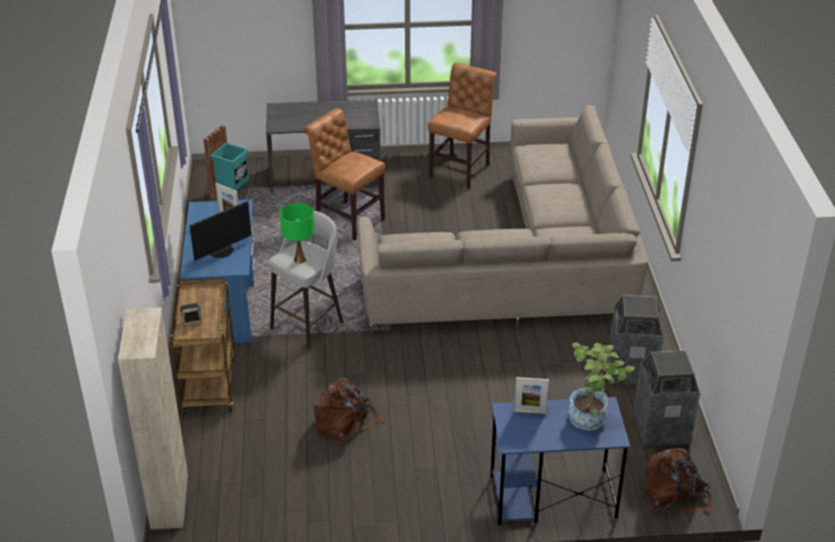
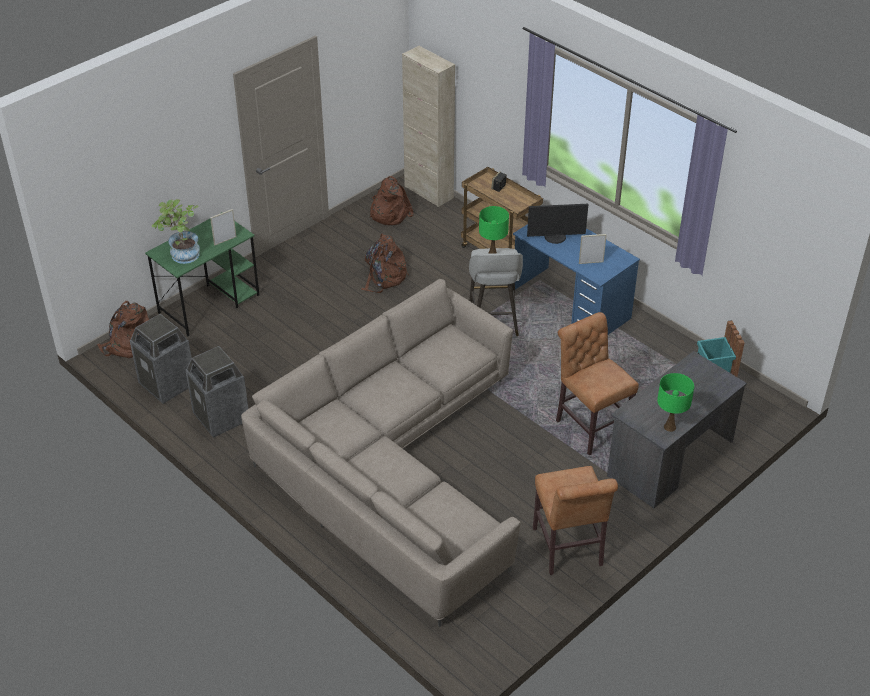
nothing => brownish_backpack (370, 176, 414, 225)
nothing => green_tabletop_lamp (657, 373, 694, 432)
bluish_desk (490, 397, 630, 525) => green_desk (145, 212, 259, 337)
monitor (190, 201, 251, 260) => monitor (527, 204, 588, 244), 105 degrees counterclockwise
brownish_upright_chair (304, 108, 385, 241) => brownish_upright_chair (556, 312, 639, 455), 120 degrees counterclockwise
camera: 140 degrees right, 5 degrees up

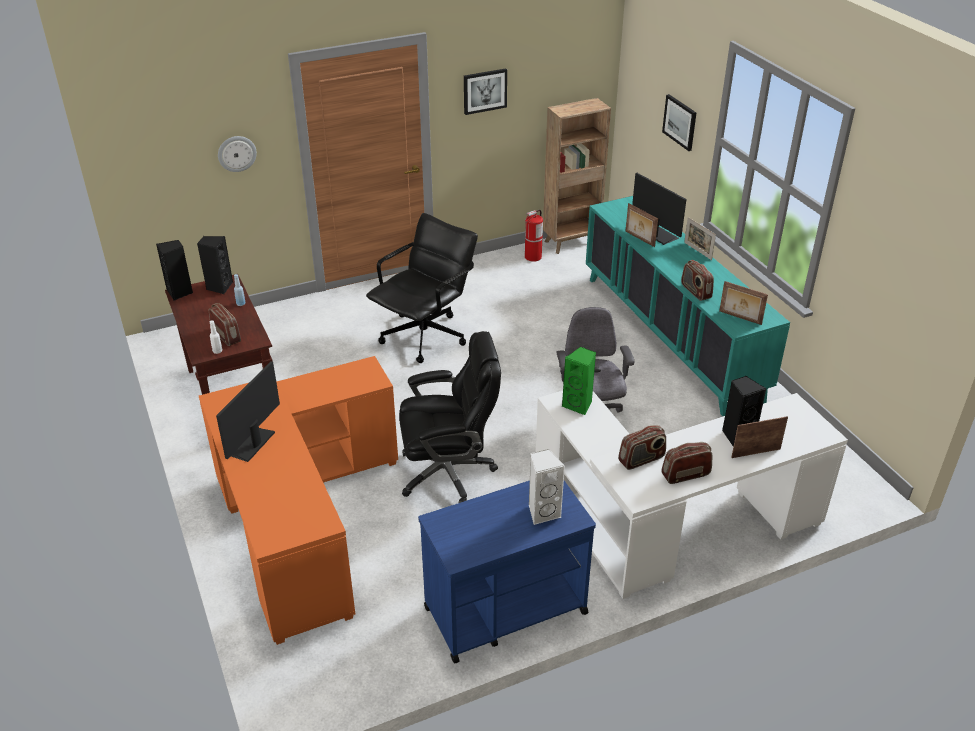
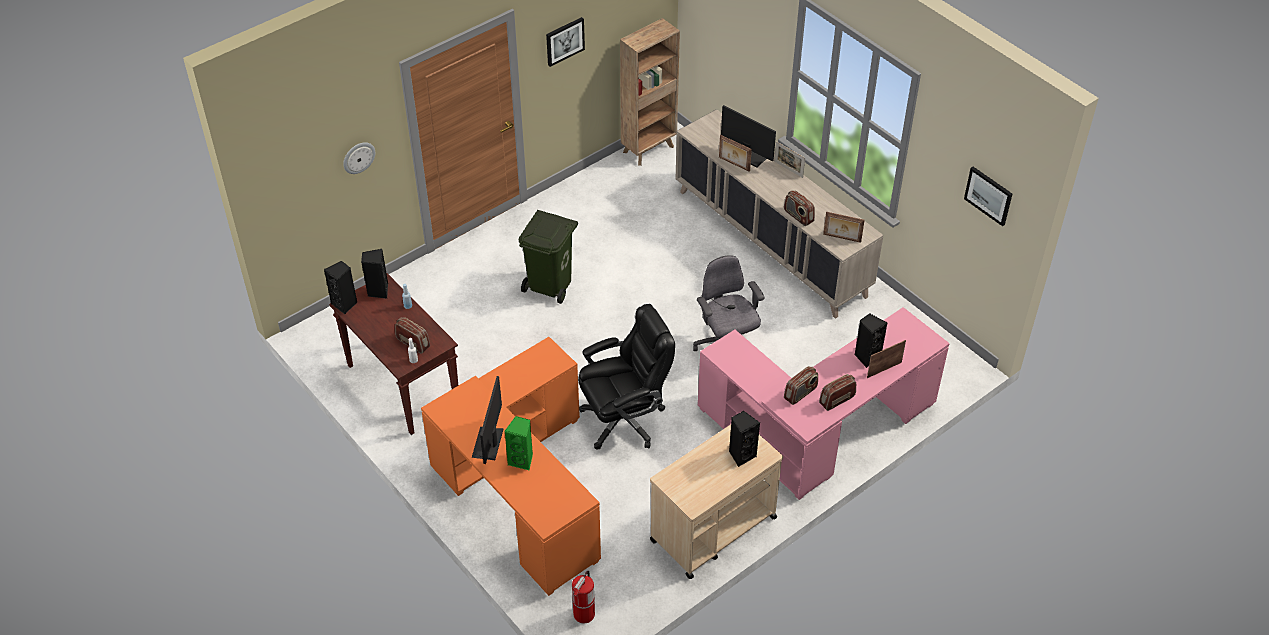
extinguisher (525, 210, 543, 262) => extinguisher (572, 571, 595, 624), relocated
green_loudspeaker (562, 347, 596, 415) => green_loudspeaker (504, 416, 533, 470), relocated
picture (662, 94, 696, 151) => picture (964, 167, 1012, 226), relocated
blackish_computer_chair (366, 213, 478, 363) => green_trash_can (519, 210, 578, 304)
bluish_wheeled_cart (418, 481, 596, 663) => beige_wheeled_cart (650, 425, 783, 579)
white-coloured_loudspeaker (529, 449, 565, 525) => blackish_loudspeaker (729, 411, 760, 467)
white-coloured_desk (536, 391, 848, 599) => pink_desk (698, 307, 950, 500)
turquoise-coloured_storage_cabinet (586, 196, 790, 416) => beige_storage_cabinet (676, 109, 883, 319)
camera: 15 degrees left, 10 degrees up

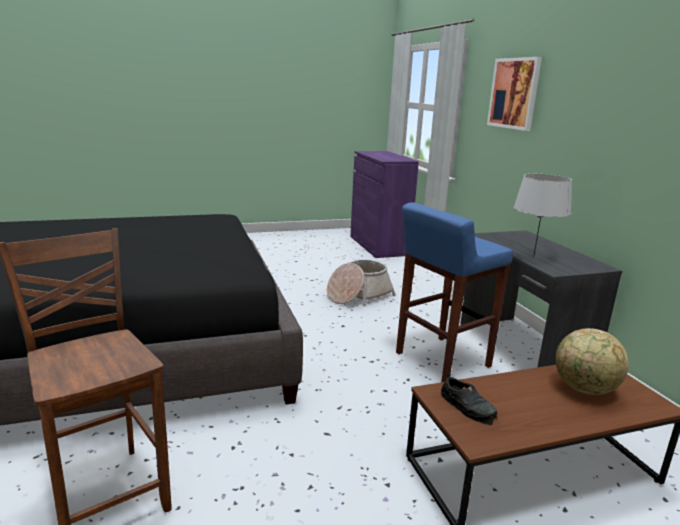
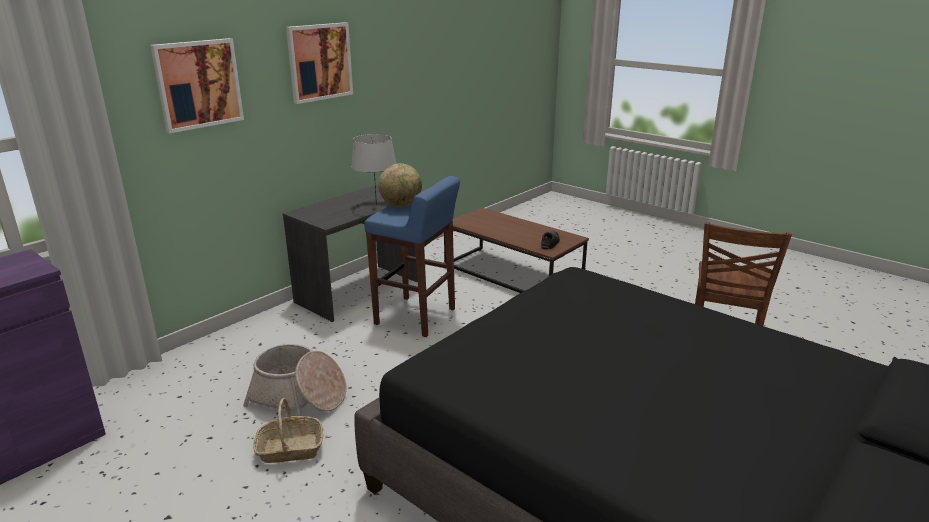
nothing => basket (253, 398, 323, 463)
nothing => picture (286, 22, 353, 104)
world_globe (555, 328, 629, 395) => world_globe (378, 163, 422, 207), relocated
camera: 120 degrees left, 5 degrees up

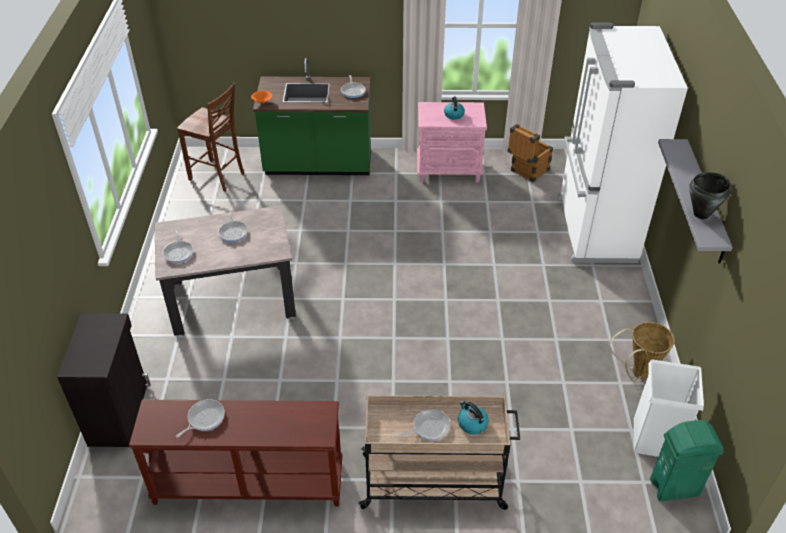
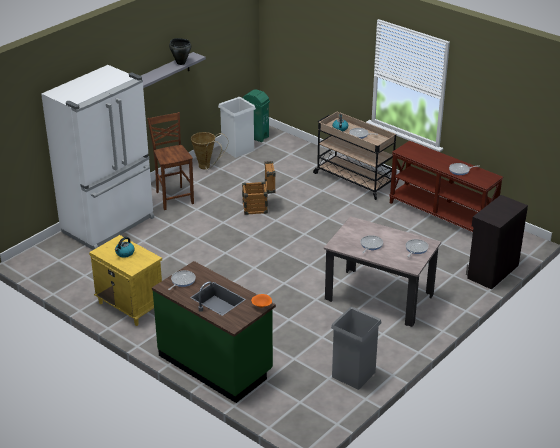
nothing => gray_trash_can (331, 306, 382, 390)
brownish_upright_chair (177, 83, 244, 192) => brownish_upright_chair (147, 112, 194, 210), relocated
packing_crate (508, 124, 553, 182) => packing_crate (242, 161, 276, 215), relocated
pink_night_table (417, 102, 487, 183) => yellow-coloured_night_table (89, 235, 162, 326)
camera: 140 degrees left, 10 degrees down

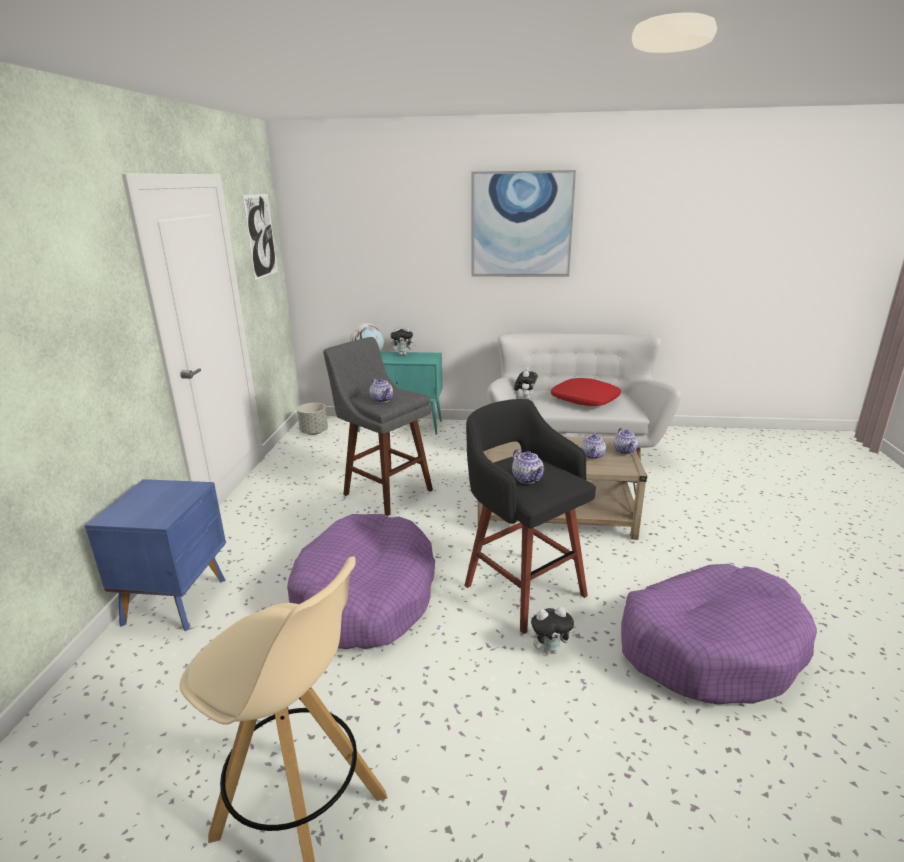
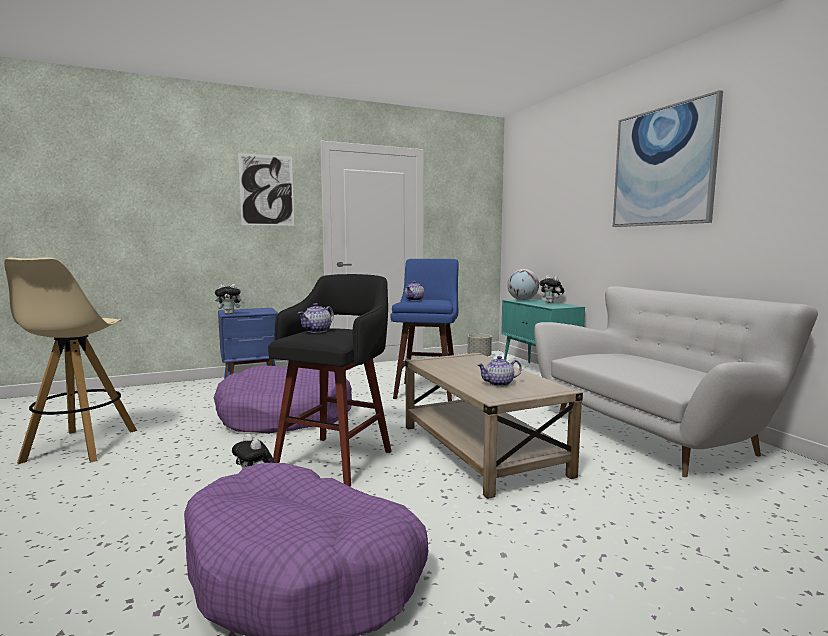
red-coloured_throw_pillow (551, 378, 621, 406) => nothing
teapot (613, 428, 638, 454) => nothing
picture (243, 194, 278, 280) => picture (238, 153, 294, 226), relocated
cuddly_toy (514, 367, 538, 399) => cuddly_toy (215, 284, 245, 314), relocated
gray_sitting_stool (323, 337, 433, 516) => bluish_sitting_stool (391, 259, 458, 401)
camera: 60 degrees right, 15 degrees down

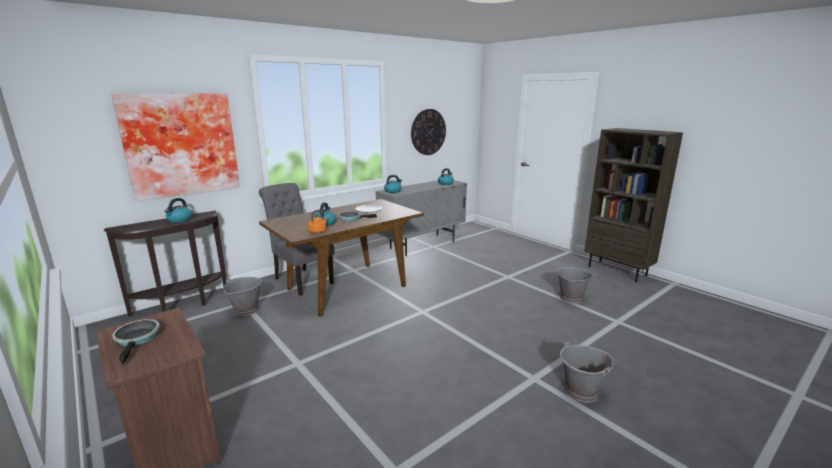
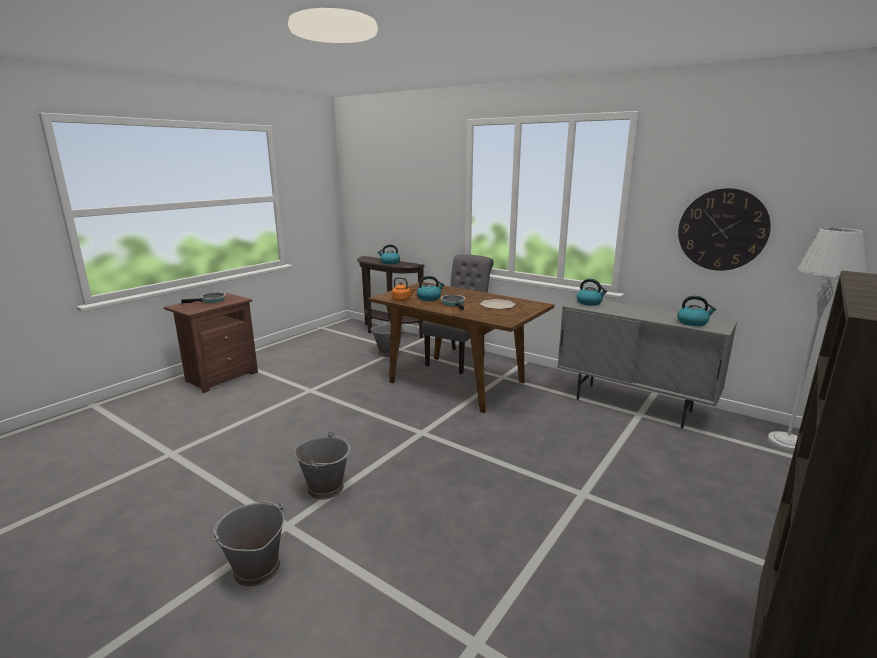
picture (112, 93, 240, 201) => nothing
nothing => gray_standard_lamp (768, 227, 866, 452)
gray_bucket (556, 267, 595, 303) => gray_bucket (294, 432, 351, 500), relocated
camera: 75 degrees right, 0 degrees up

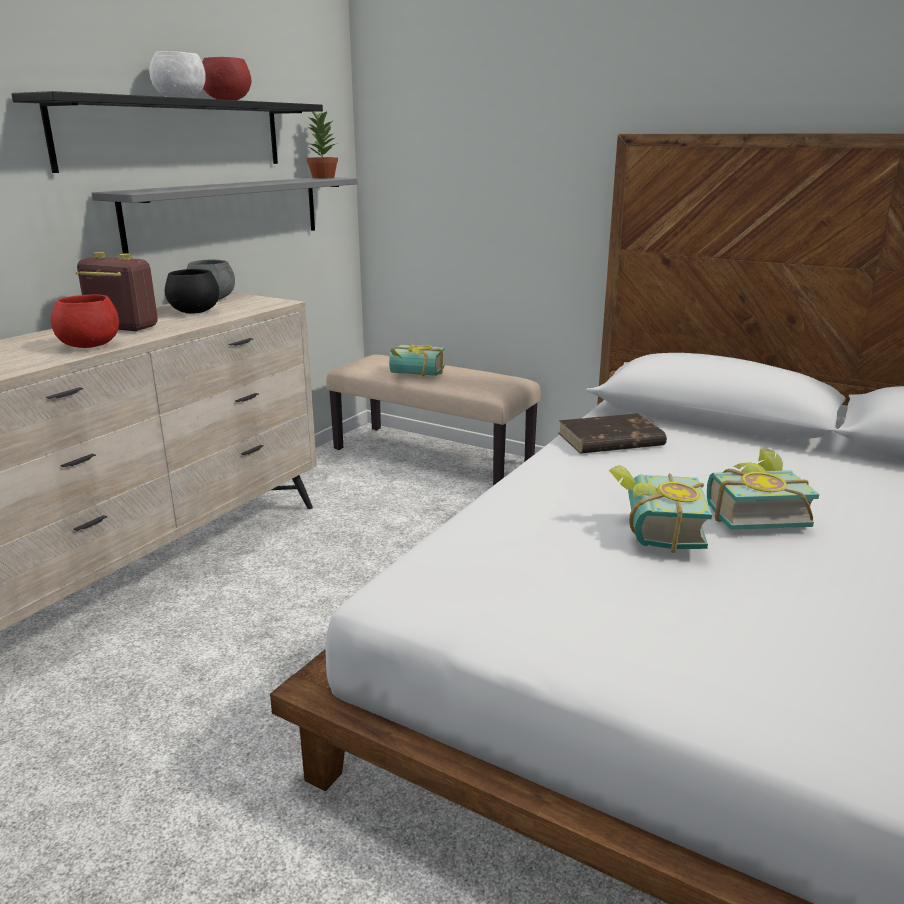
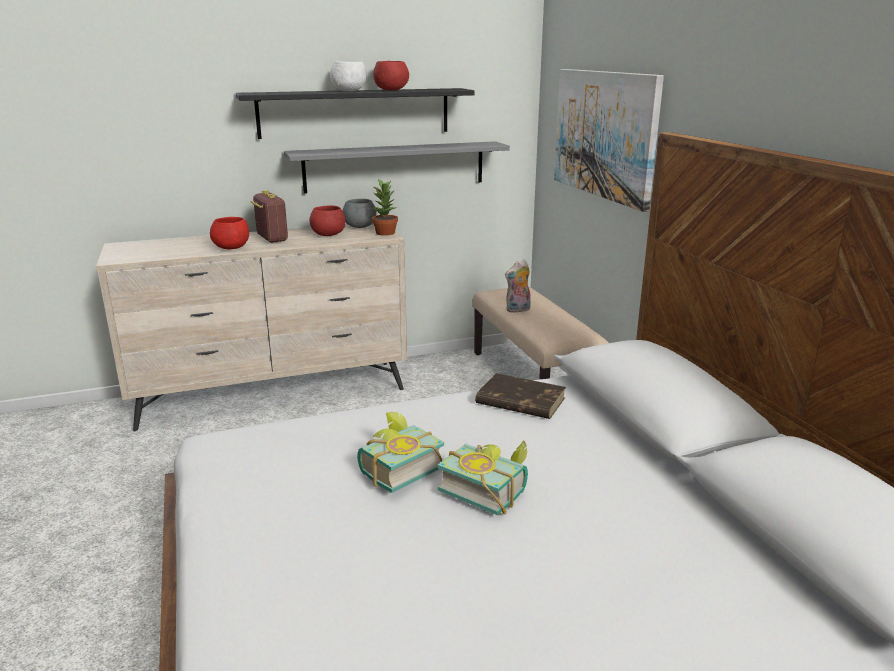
nothing => picture (554, 69, 664, 212)
plant_in_a_pot (307, 111, 338, 178) => plant_in_a_pot (372, 179, 398, 236), relocated
bound_book (389, 344, 445, 376) => cuddly_toy (505, 260, 531, 313)
blackish_serving_bowl (165, 269, 219, 314) => red-coloured_serving_bowl (309, 205, 345, 236)
camera: 40 degrees right, 0 degrees up

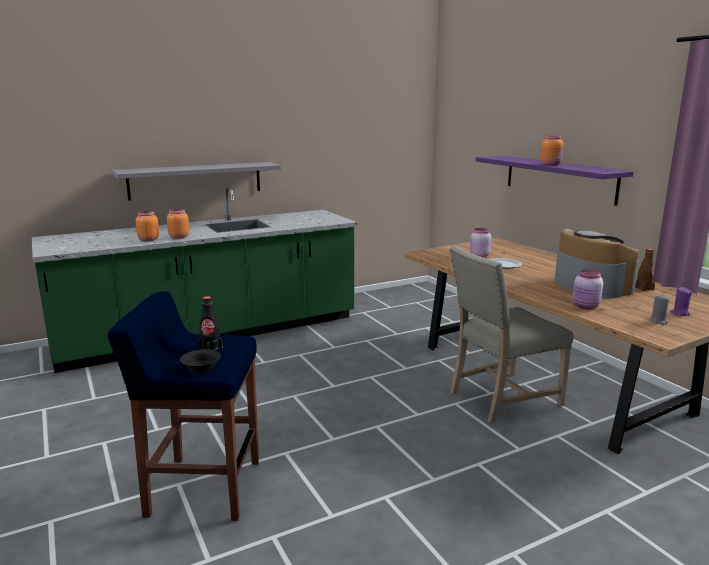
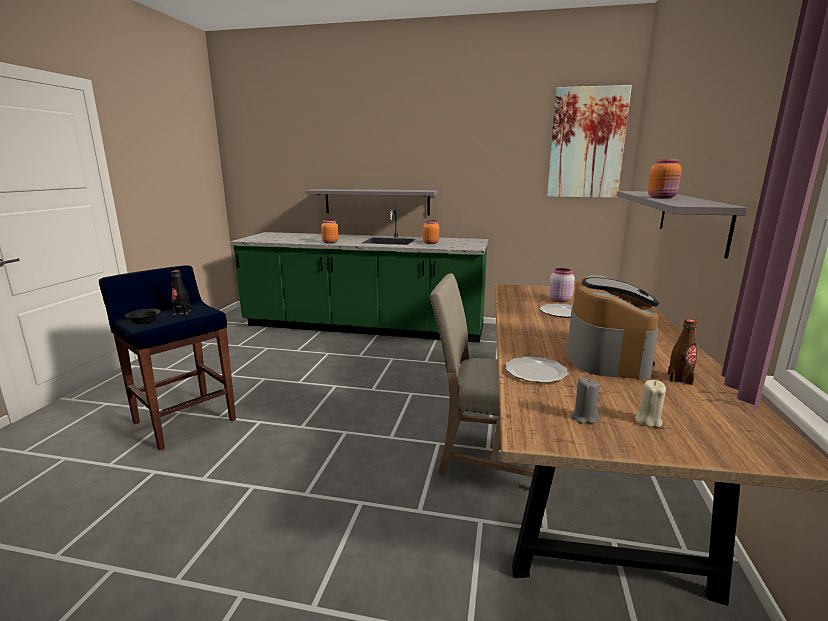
nothing => picture (547, 85, 632, 198)
orangey_storage_jar (136, 211, 159, 242) => orangey_storage_jar (423, 220, 439, 244), relocated
pink_storage_jar (573, 270, 603, 309) => plate (506, 357, 568, 383)
purple_shelf (476, 156, 634, 206) => gray_shelf (616, 191, 747, 259)
purple_candle (670, 287, 692, 316) => beige_candle (635, 380, 666, 427)
camera: 40 degrees right, 0 degrees up

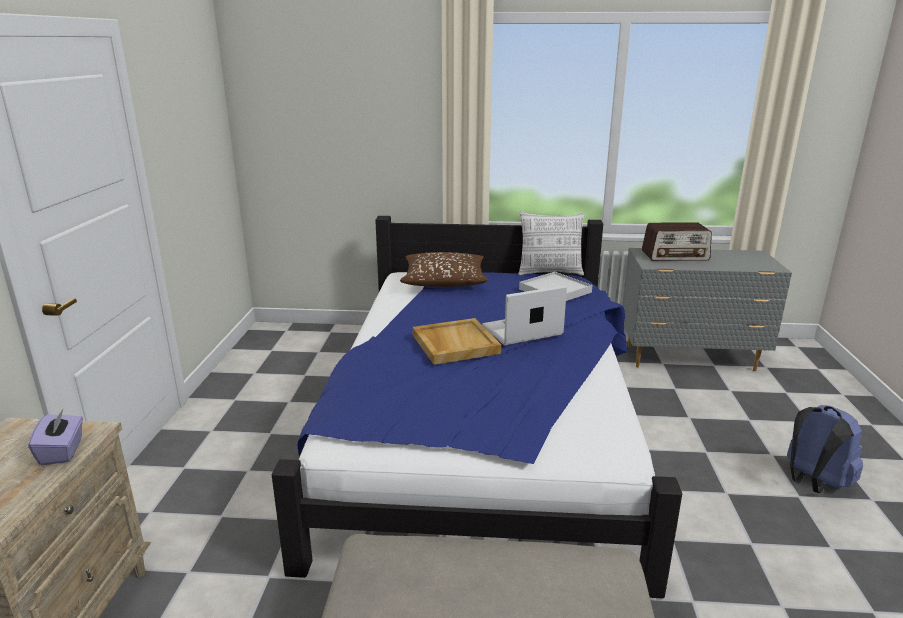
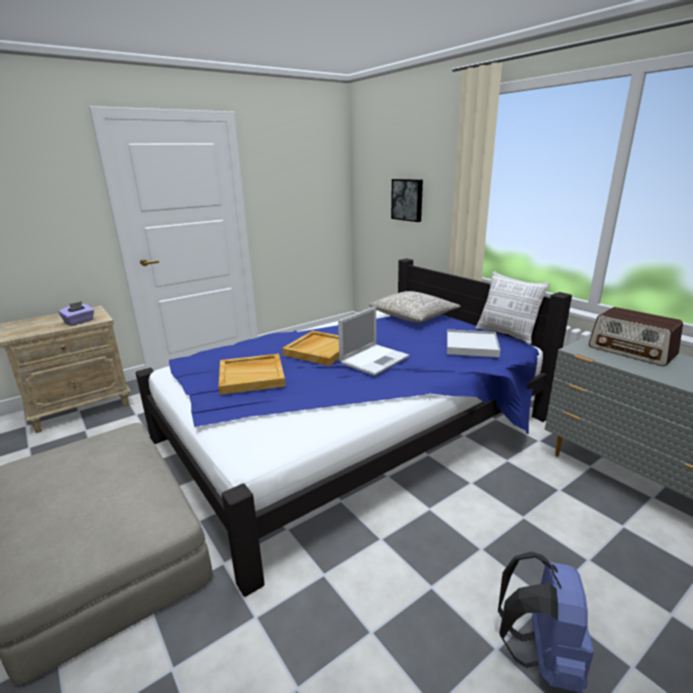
nothing => beige_serving_tray (219, 354, 286, 395)
nothing => picture (391, 179, 423, 222)
brownish_throw_pillow (400, 252, 488, 287) => gray_throw_pillow (369, 291, 461, 322)
laptop (482, 285, 567, 345) => laptop (338, 306, 409, 376), 105 degrees clockwise
camera: 50 degrees right, 0 degrees up

